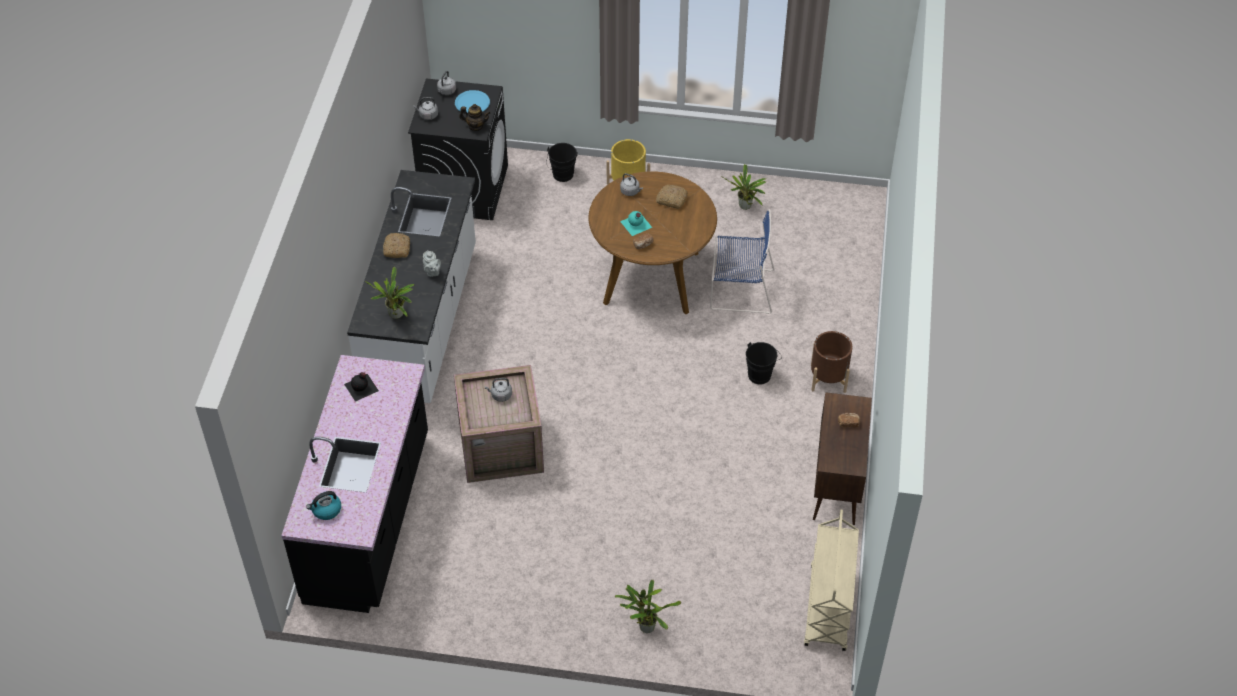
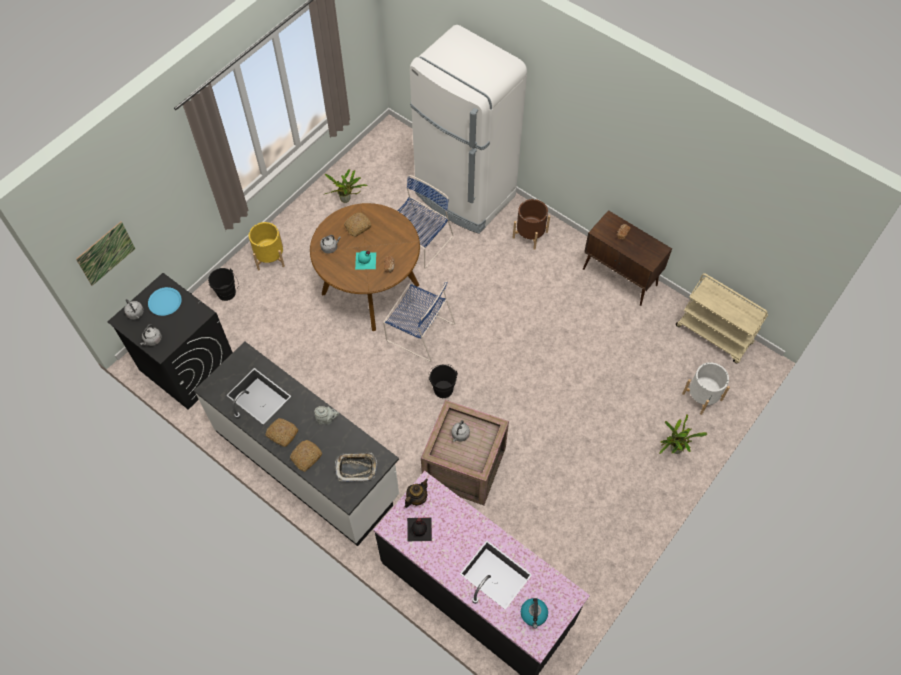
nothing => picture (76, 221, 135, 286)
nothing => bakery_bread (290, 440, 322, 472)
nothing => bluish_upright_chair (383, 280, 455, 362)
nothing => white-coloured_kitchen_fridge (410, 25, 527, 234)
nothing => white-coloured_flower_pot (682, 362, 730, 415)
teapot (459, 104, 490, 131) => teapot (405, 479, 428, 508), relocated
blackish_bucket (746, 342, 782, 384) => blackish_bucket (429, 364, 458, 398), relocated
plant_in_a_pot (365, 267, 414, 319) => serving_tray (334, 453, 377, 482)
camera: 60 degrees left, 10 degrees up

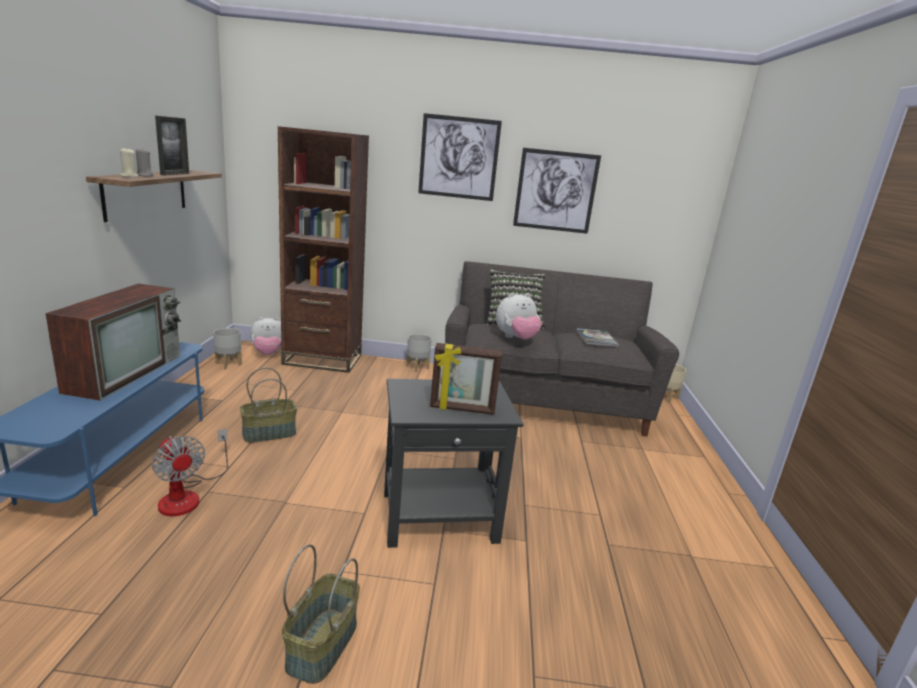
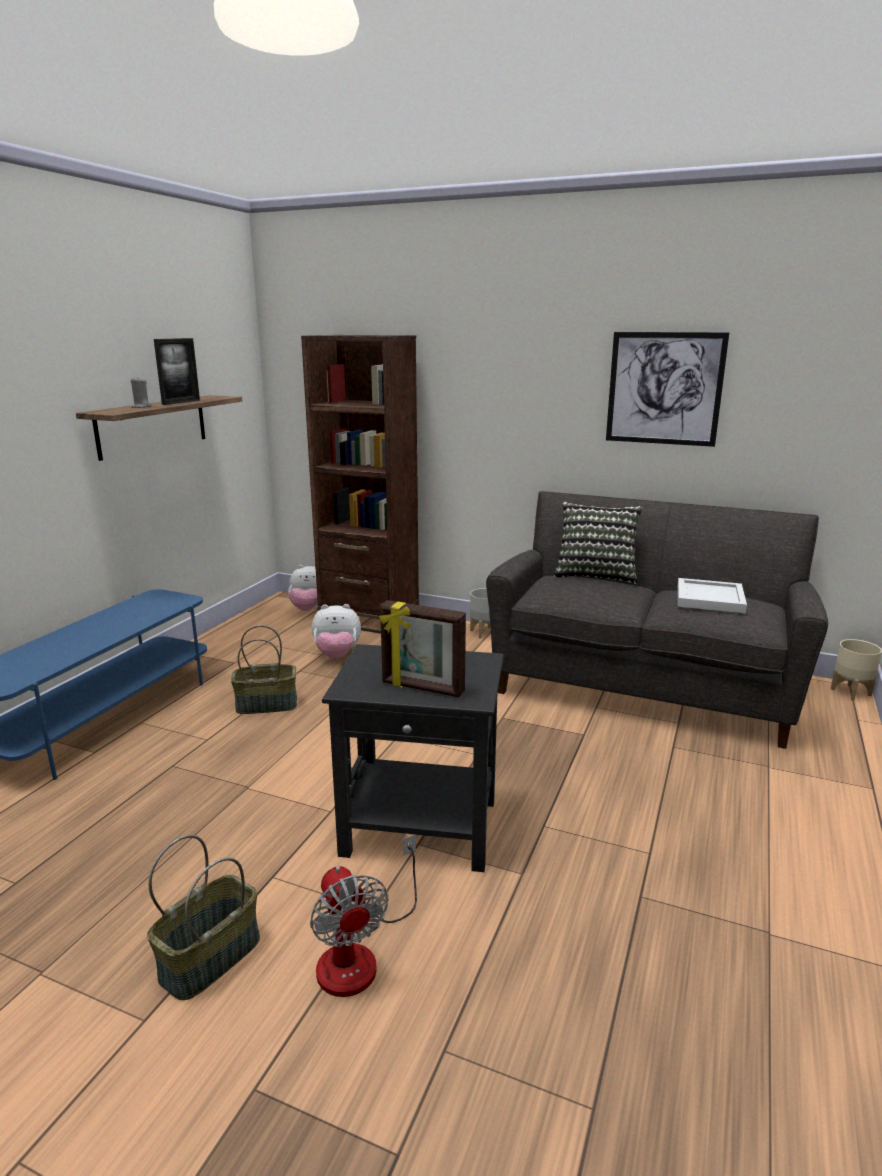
TV_set (45, 284, 181, 401) => nothing
beige_candle (119, 147, 139, 177) => nothing
gray_flower_pot (213, 328, 242, 369) => nothing
picture (418, 113, 502, 201) => nothing
cooling_fan (152, 428, 228, 516) => cooling_fan (310, 834, 417, 997), relocated
cuddly_toy (496, 293, 542, 340) => cuddly_toy (312, 604, 361, 658), relocated
bound_book (576, 328, 619, 347) => white-coloured_serving_tray (678, 578, 747, 613)
camera: 20 degrees right, 0 degrees up

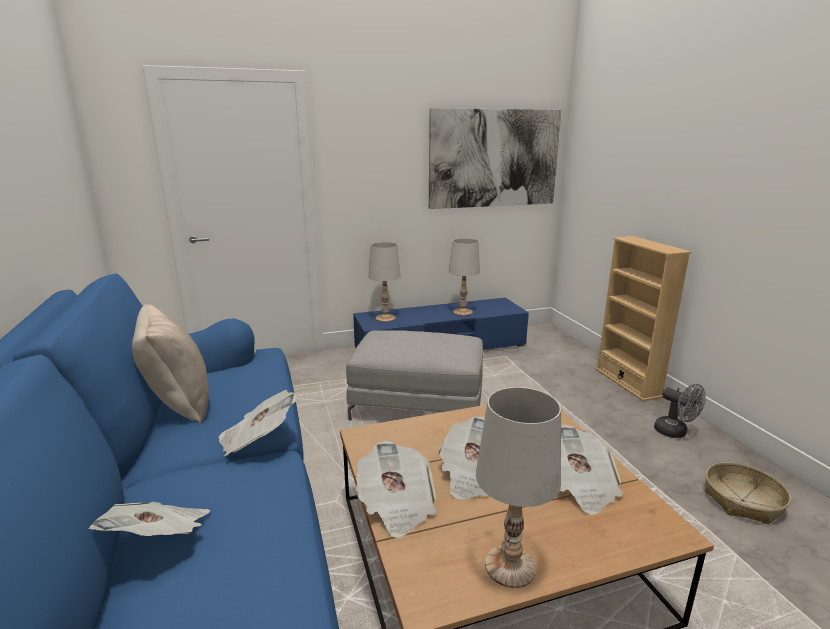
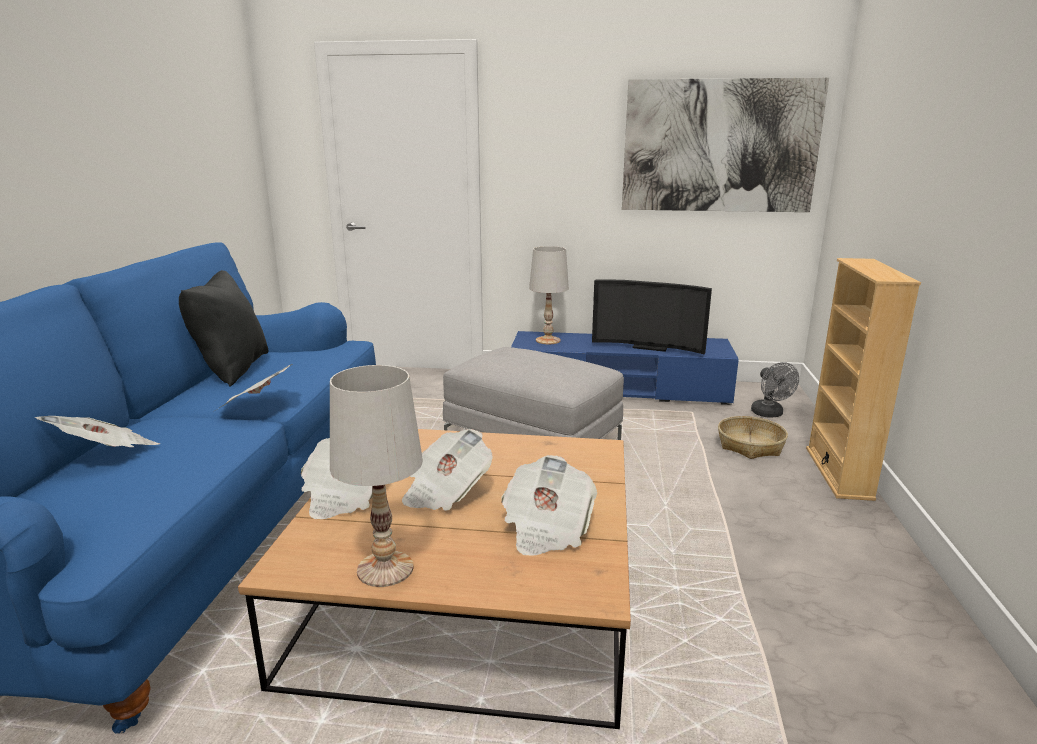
gray_cooling_fan (654, 384, 706, 438) => gray_cooling_fan (751, 362, 799, 418), relocated
basket (705, 462, 791, 525) => basket (718, 416, 788, 459), relocated
white-coloured_tabletop_lamp (449, 238, 480, 316) => TV_set (592, 280, 712, 355)
beige_throw_pillow (132, 304, 209, 424) => blackish_throw_pillow (179, 270, 269, 387)
camera: 25 degrees right, 0 degrees up

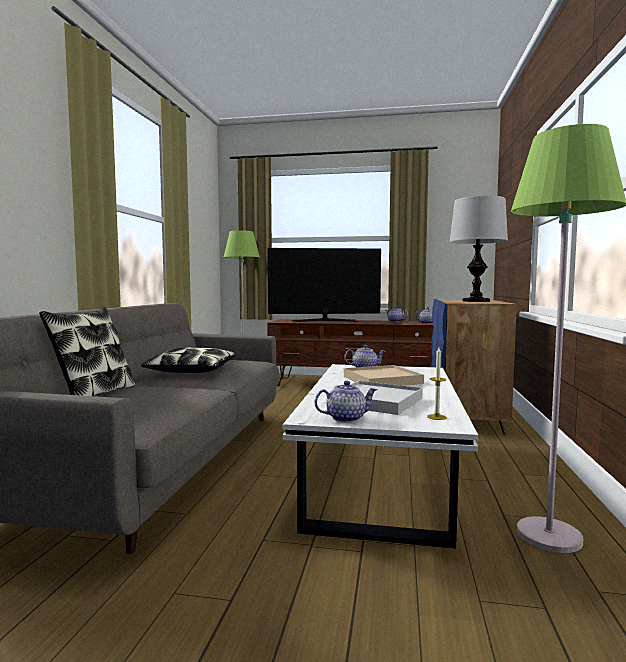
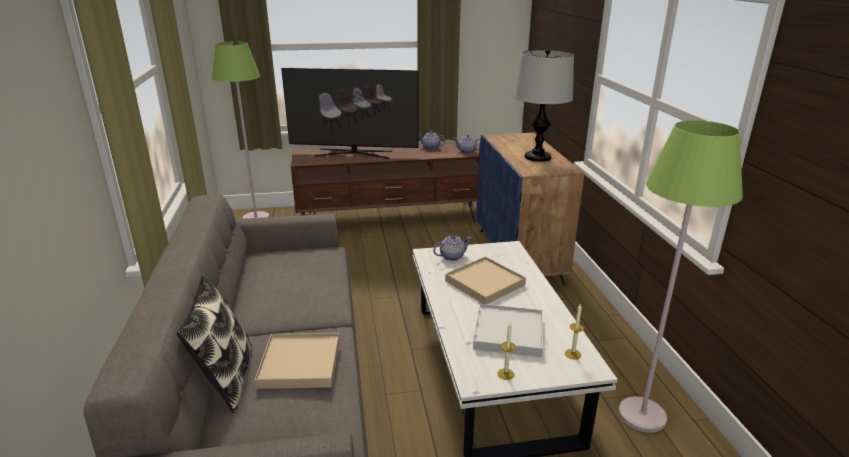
throw_pillow (141, 347, 236, 373) => nothing
nothing => beige_serving_tray (255, 333, 340, 389)
teapot (315, 381, 377, 423) => candle (497, 322, 516, 380)
TV_set (267, 248, 381, 322) => TV_set (281, 68, 418, 159), 150 degrees counterclockwise
camera: 20 degrees left, 20 degrees up

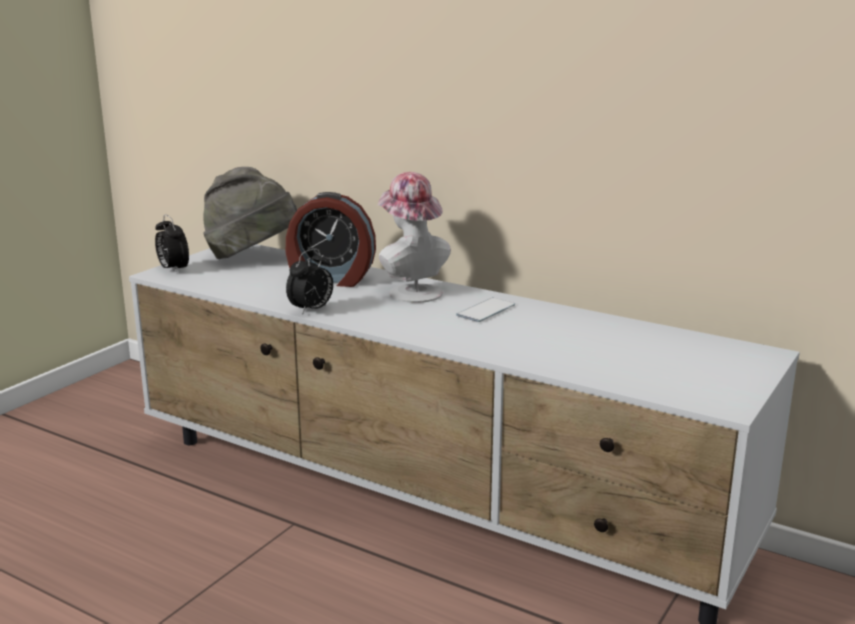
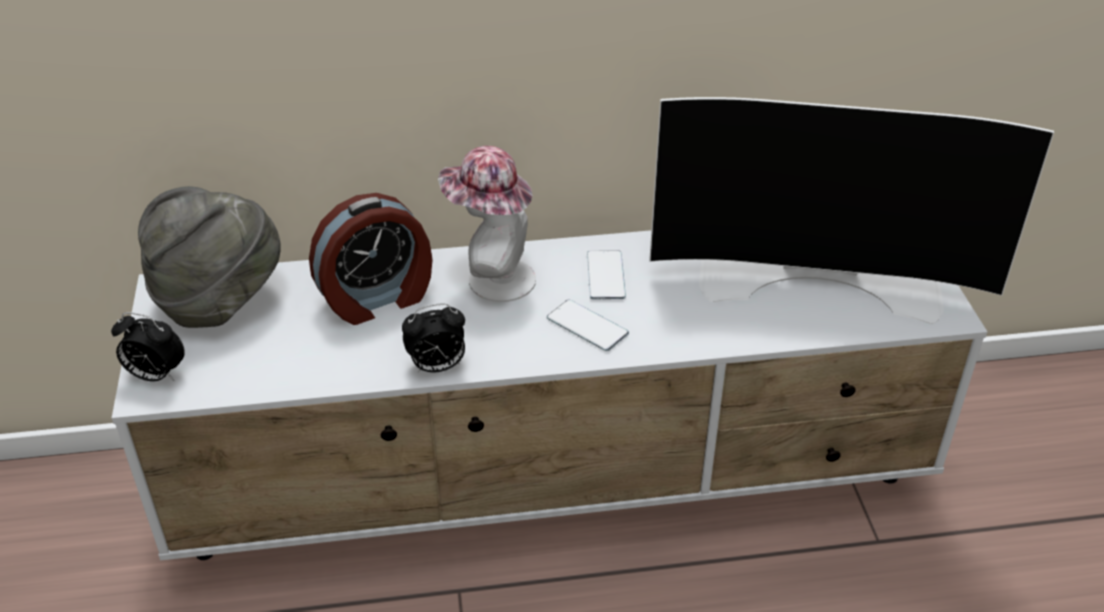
nothing => phone (547, 300, 629, 351)
nothing => TV_set (649, 97, 1054, 324)
bedside_clock (286, 248, 333, 315) => bedside_clock (402, 303, 465, 373), 75 degrees clockwise
camera: 40 degrees left, 20 degrees up

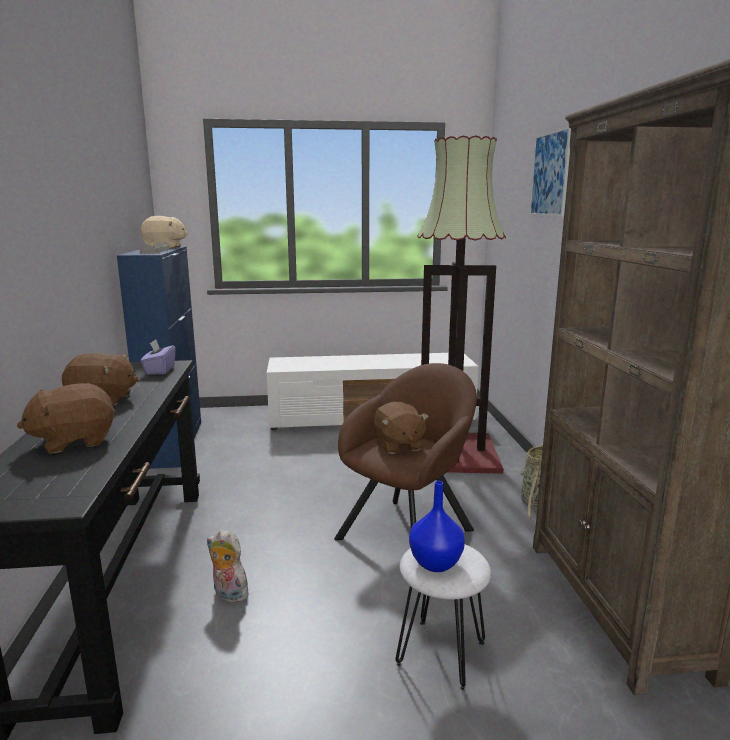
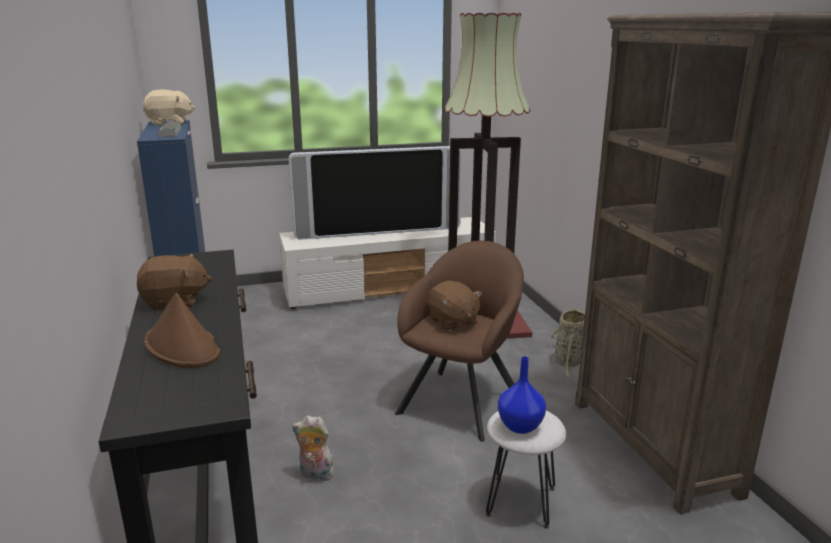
purple_tissue_holder (141, 339, 175, 375) => nothing
picture (529, 126, 571, 217) => nothing
nothing => TV_set (289, 146, 462, 240)
brownish_cuddly_toy (17, 383, 116, 454) => brownish_clothing_hat (144, 293, 221, 368)
camera: 10 degrees left, 5 degrees up

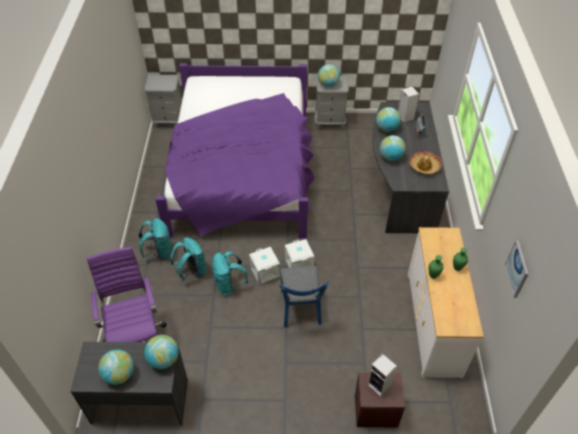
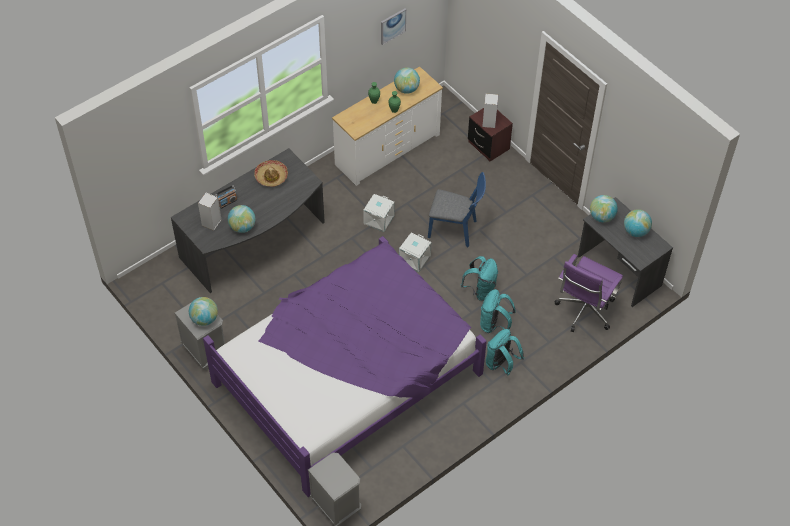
white-coloured_storage_box (249, 247, 280, 285) => white-coloured_storage_box (363, 194, 395, 232), relocated
world_globe (380, 135, 406, 161) => world_globe (394, 67, 420, 94), relocated
bluish_upright_chair (279, 266, 329, 328) => bluish_upright_chair (428, 172, 486, 247), 60 degrees clockwise
camera: 130 degrees left, 5 degrees up

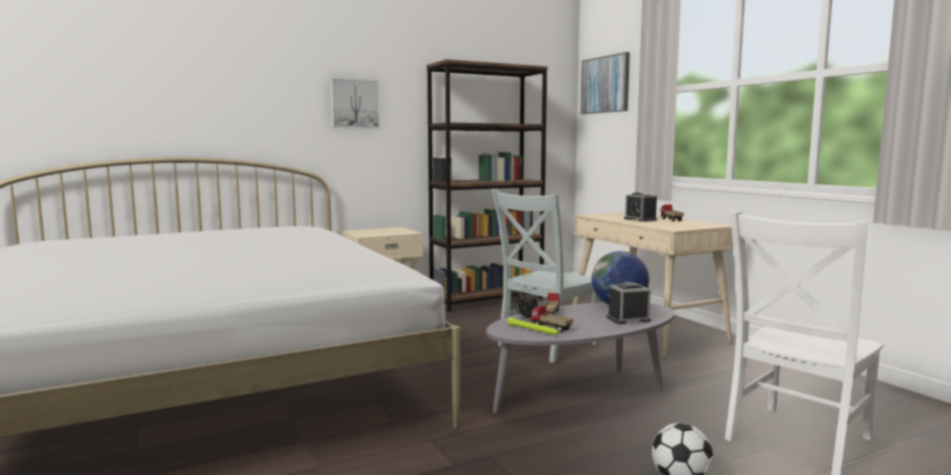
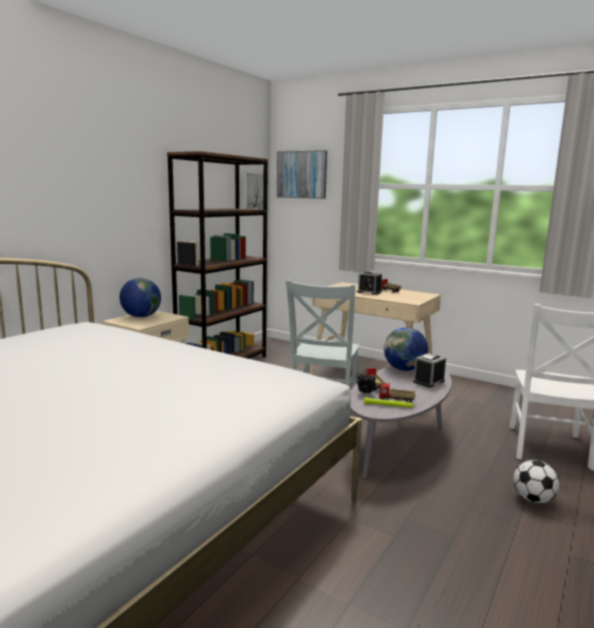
nothing => world_globe (119, 278, 161, 318)
picture (330, 78, 380, 129) => picture (243, 173, 268, 209), relocated
camera: 30 degrees left, 5 degrees up

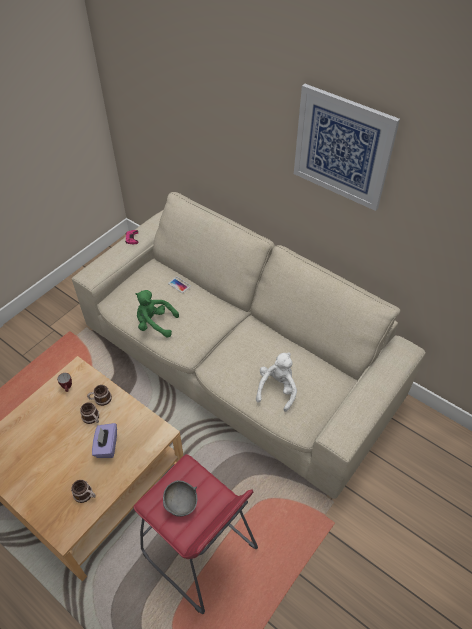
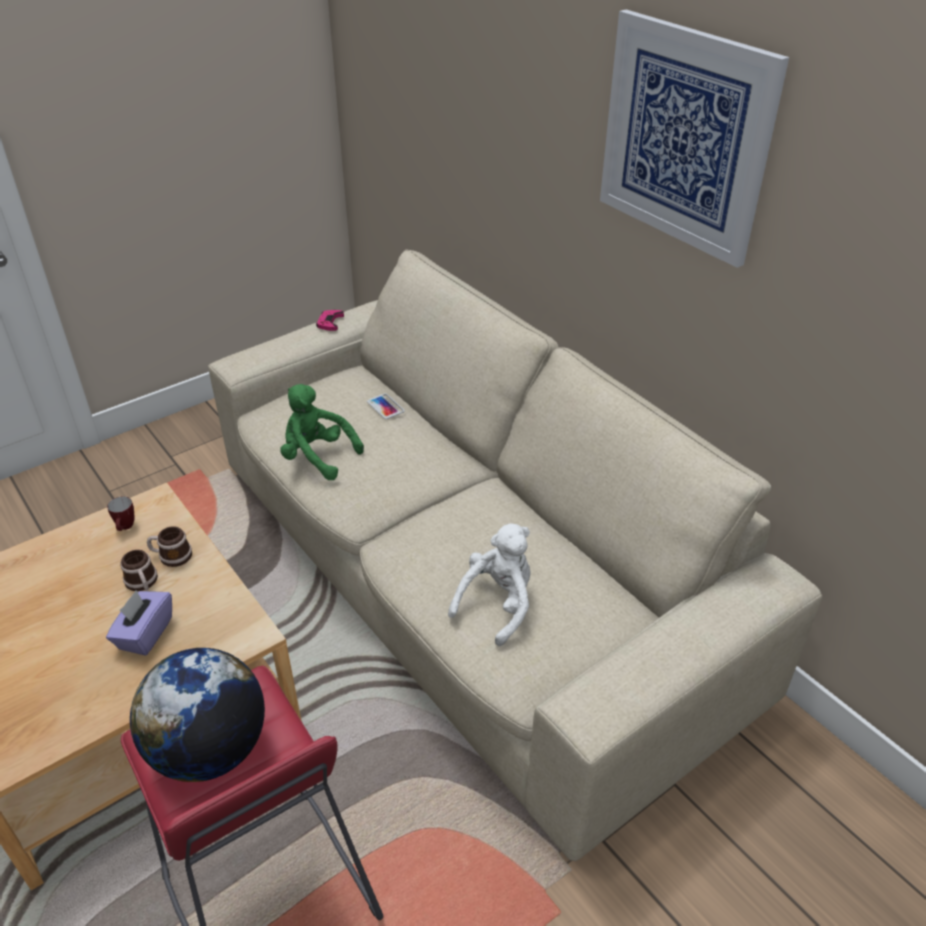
coffee_mug (71, 480, 96, 503) => nothing
gray_serving_bowl (163, 480, 197, 517) => world_globe (130, 648, 265, 782)
camera: 15 degrees right, 10 degrees down

